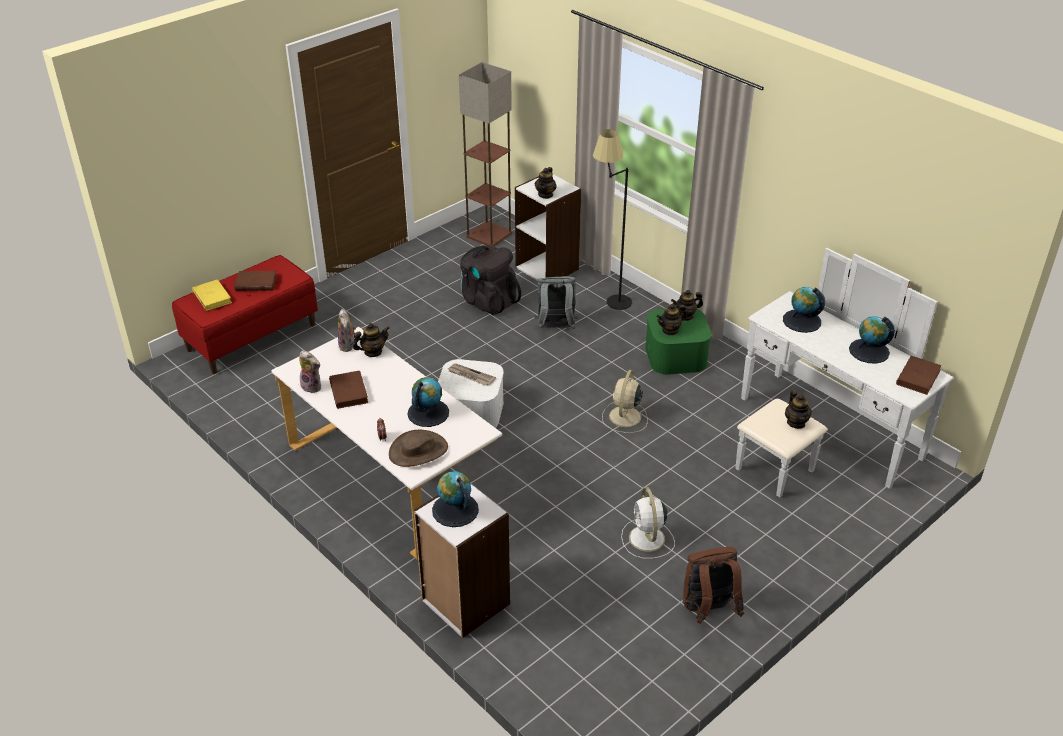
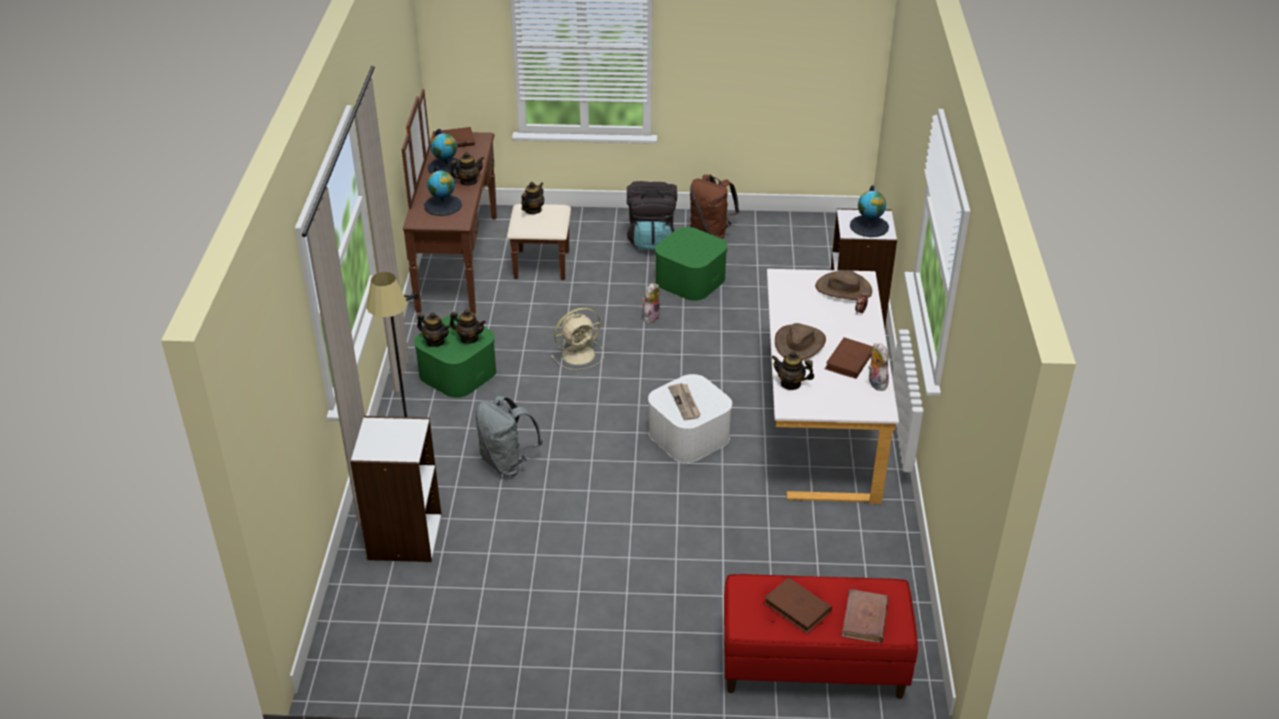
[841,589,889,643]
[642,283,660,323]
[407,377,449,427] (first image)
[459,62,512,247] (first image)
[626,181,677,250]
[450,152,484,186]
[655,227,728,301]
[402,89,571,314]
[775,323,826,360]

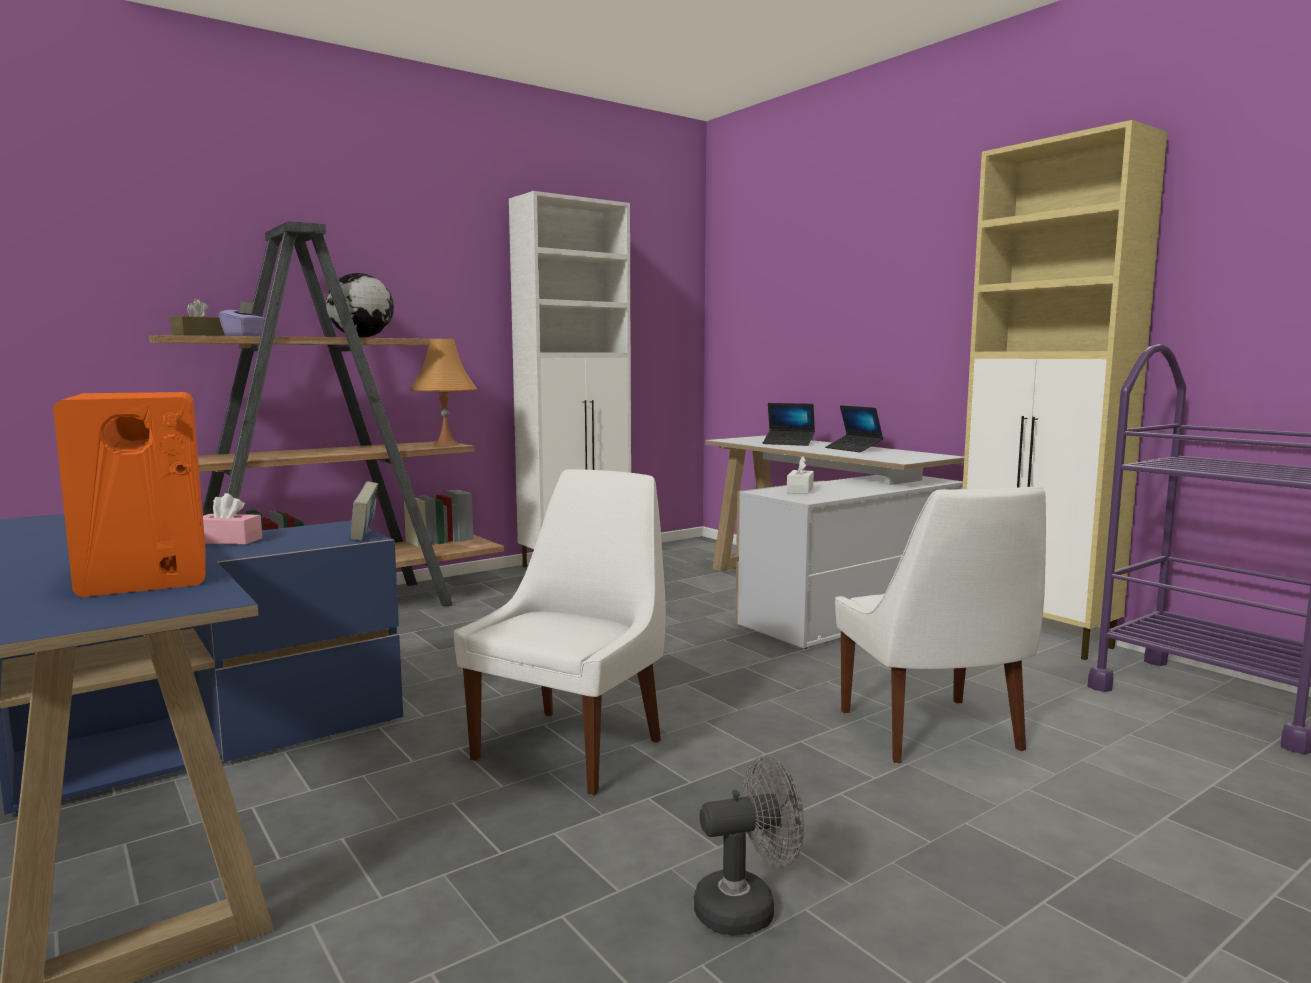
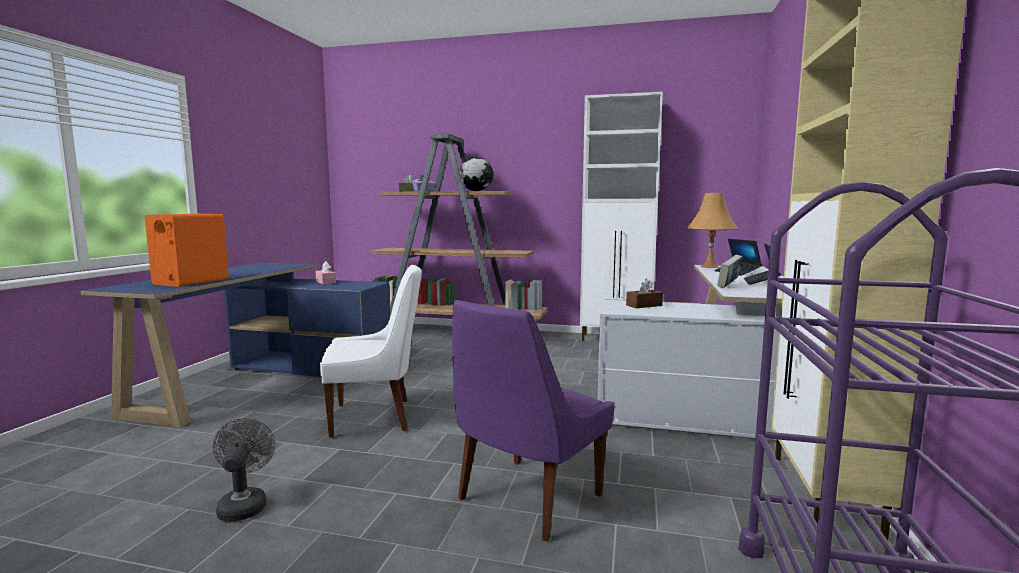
[717,255,743,288]
[687,193,738,268]
[213,418,275,522]
[626,279,663,308]
[452,300,615,542]

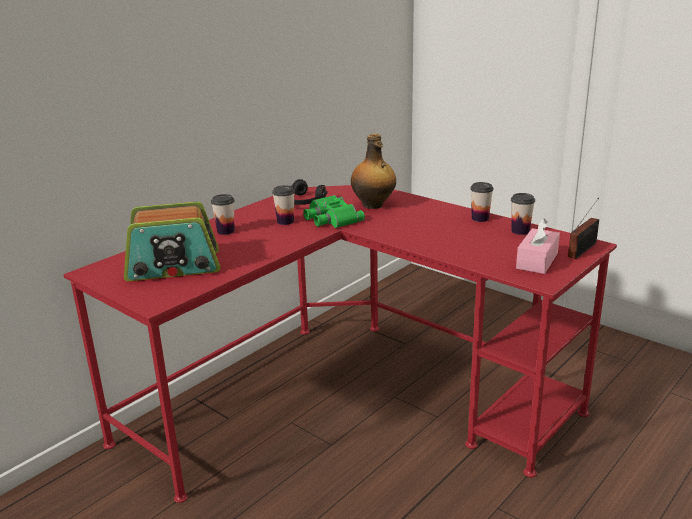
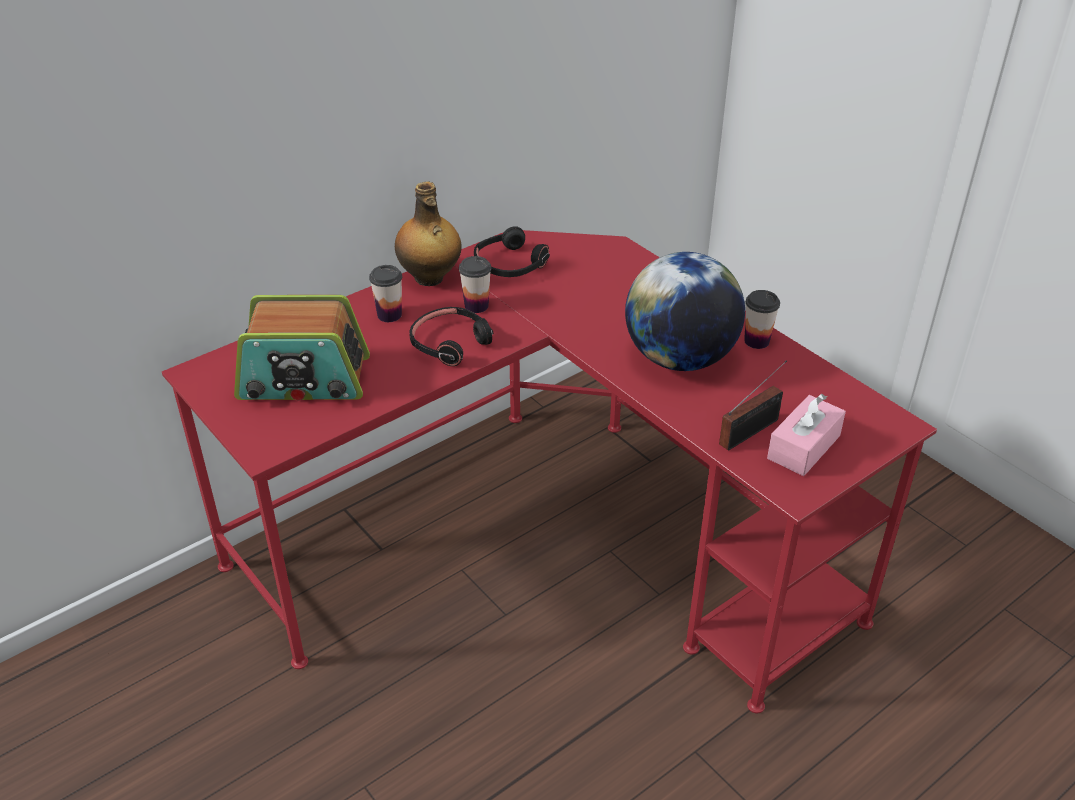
[303,195,365,228] (first image)
[395,182,462,286]
[511,193,535,235] (first image)
[719,360,787,451]
[409,307,493,366]
[625,252,745,371]

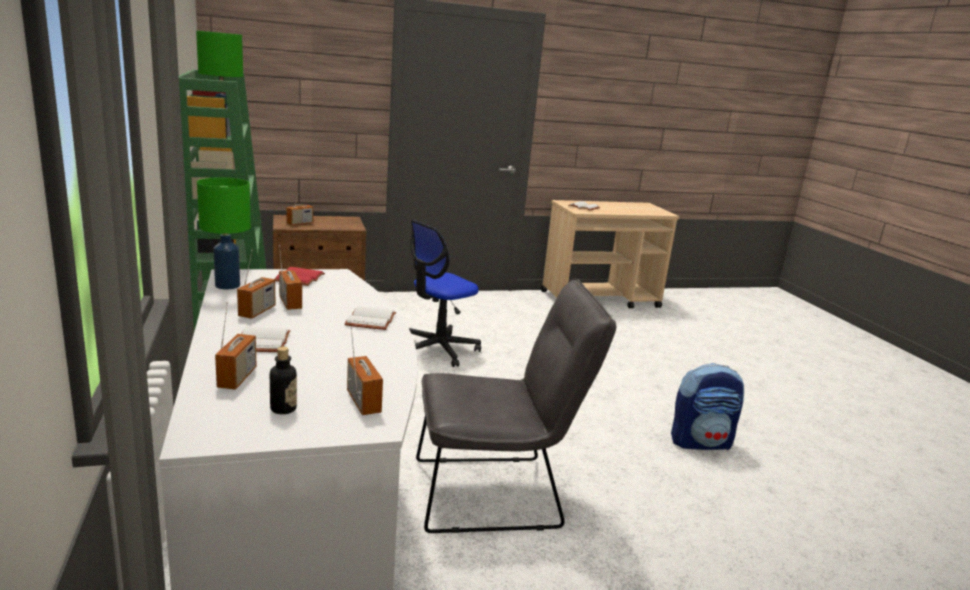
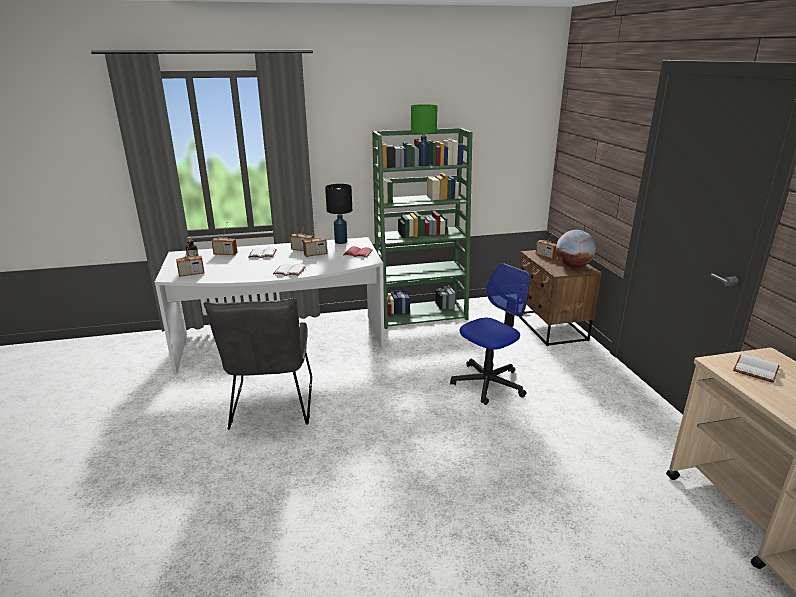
[325,184,352,244]
[450,263,530,405]
[671,363,744,450] (first image)
[556,230,596,268]

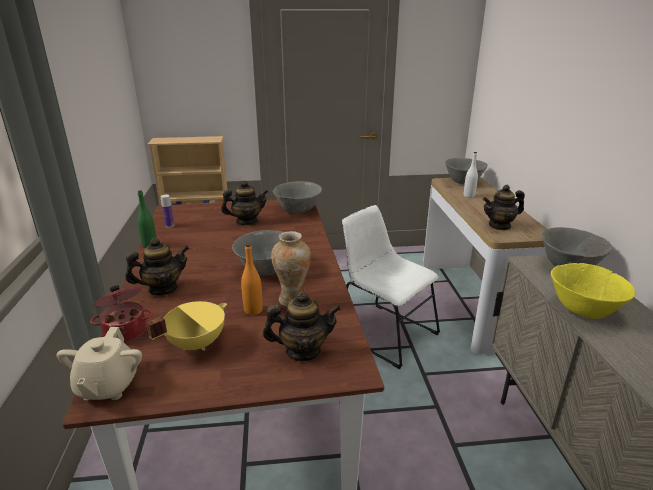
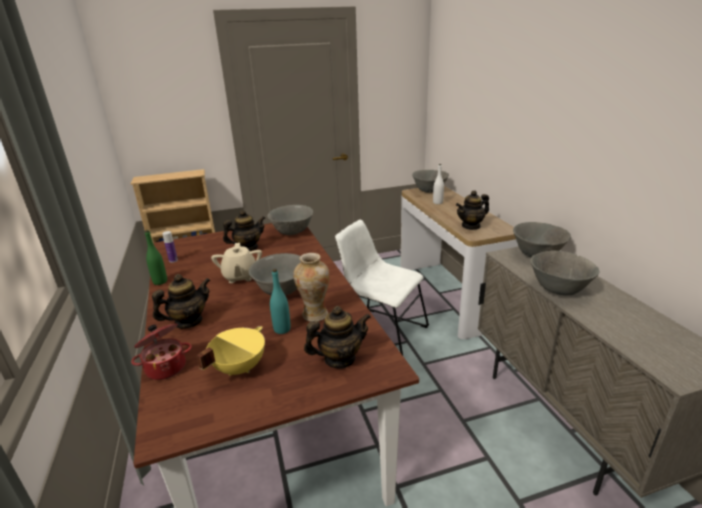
[211,243,262,283]
[270,269,291,334]
[530,250,599,296]

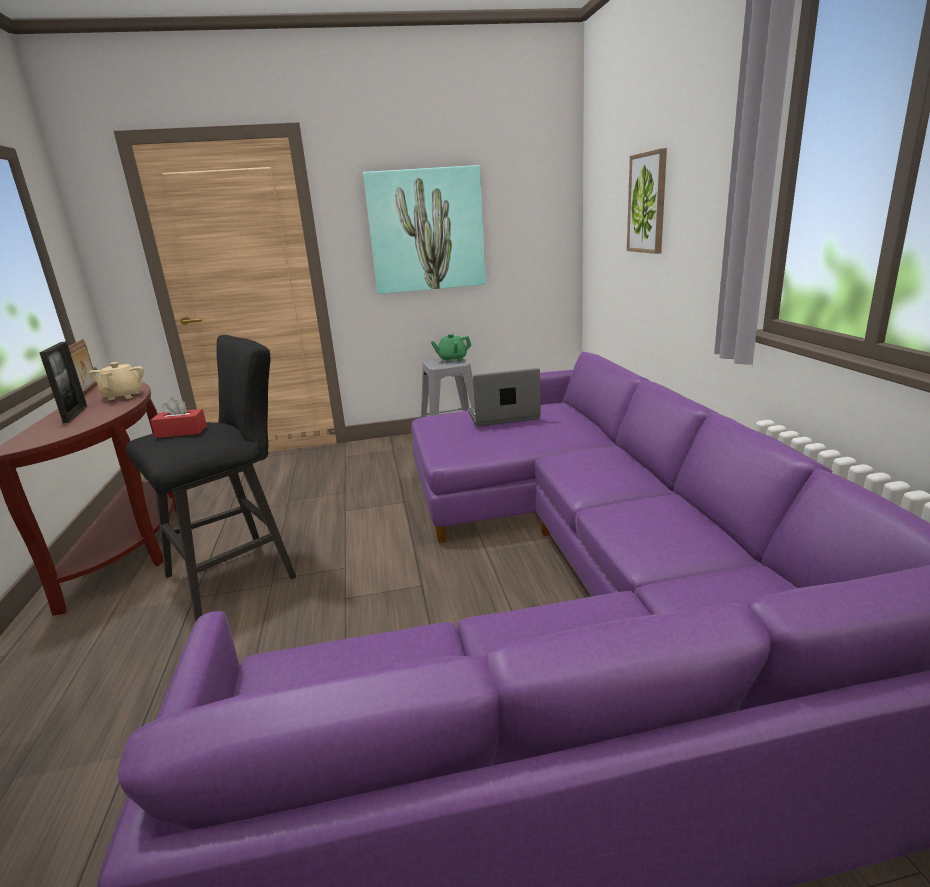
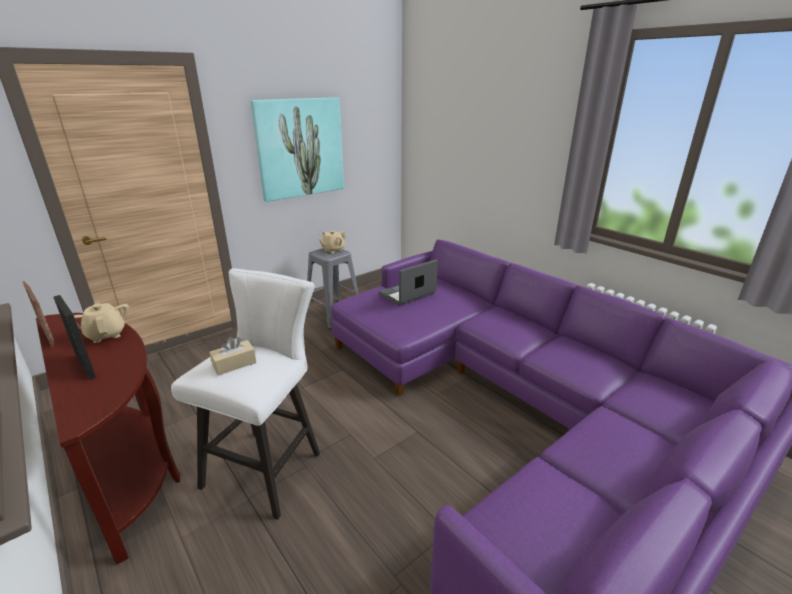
[171,268,320,520]
[209,337,257,375]
[319,231,346,253]
[627,148,667,254] (first image)

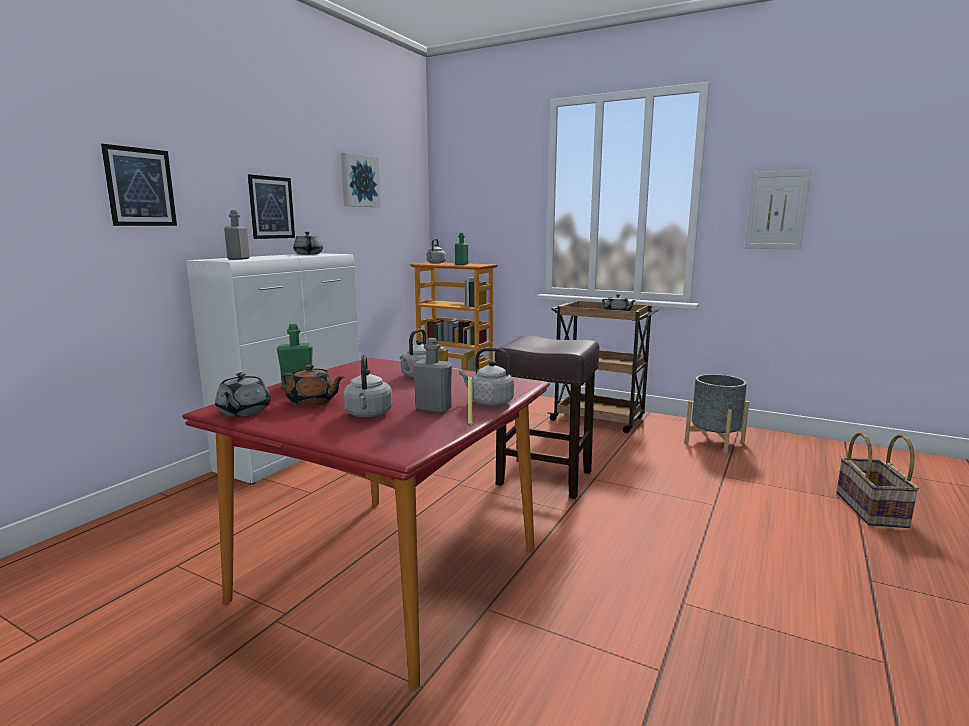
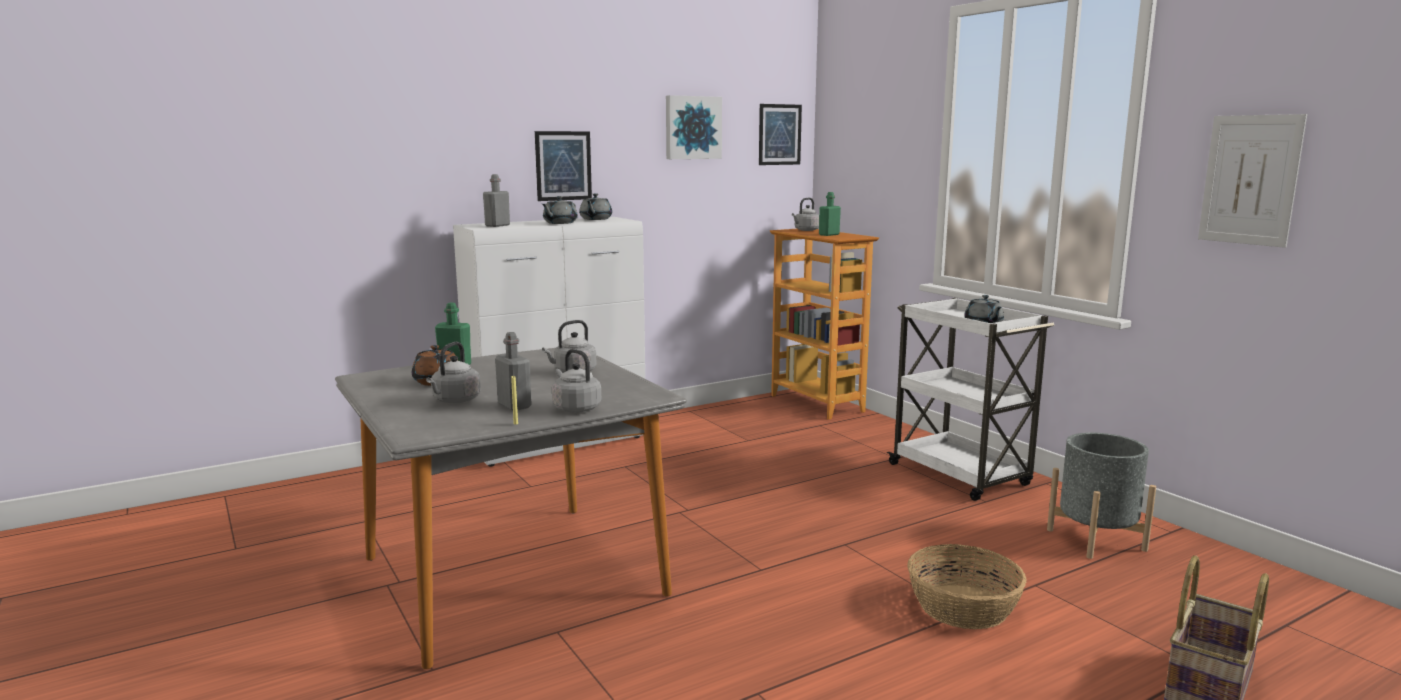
[759,104,802,165]
[335,348,687,669]
[542,196,578,224]
[495,335,599,499] (first image)
[887,298,1054,501]
[907,544,1027,629]

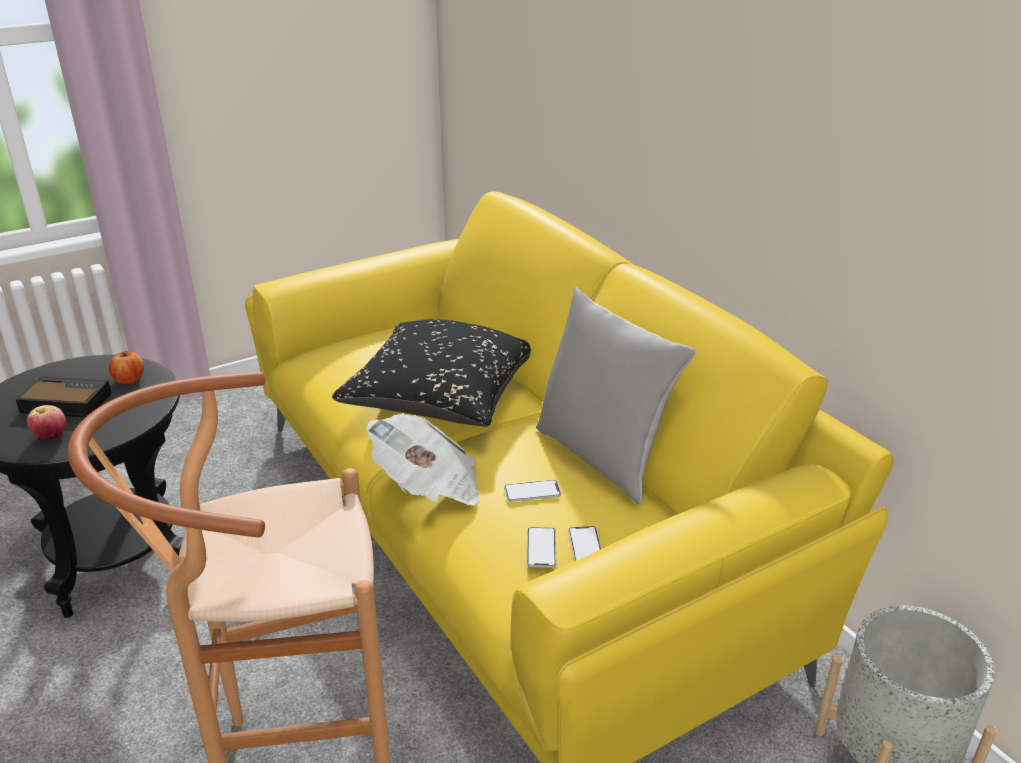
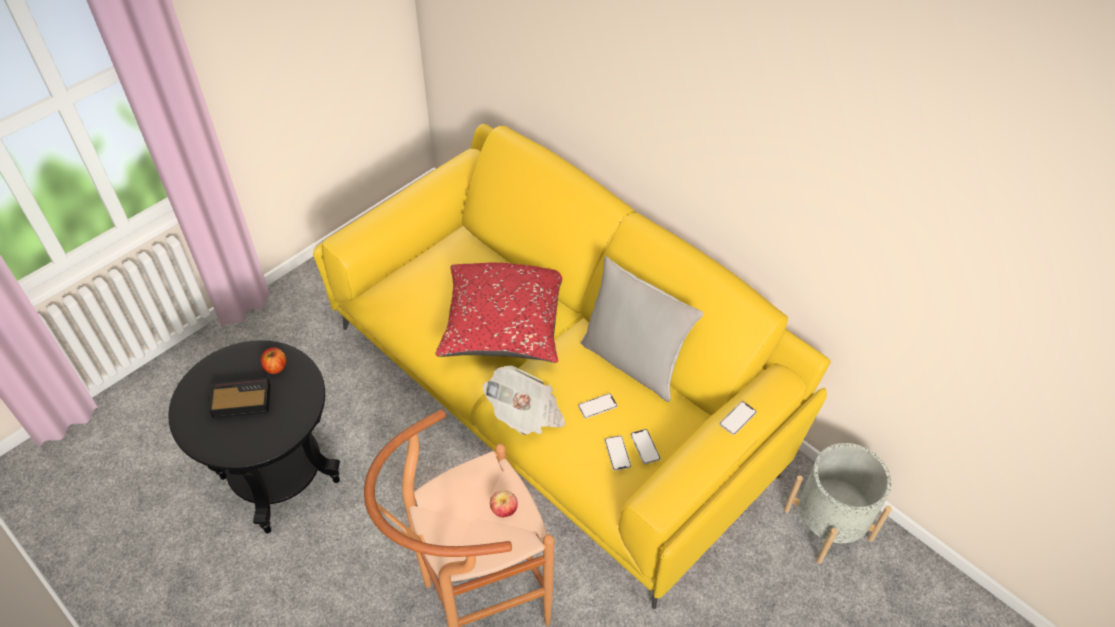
[490,490,518,517]
[435,263,562,363]
[720,401,757,435]

